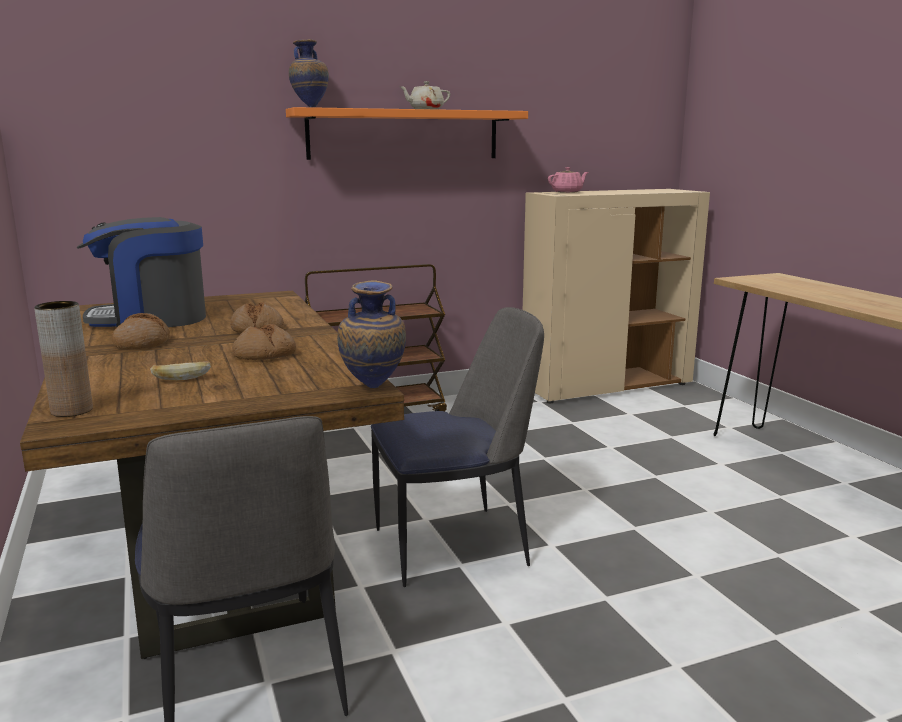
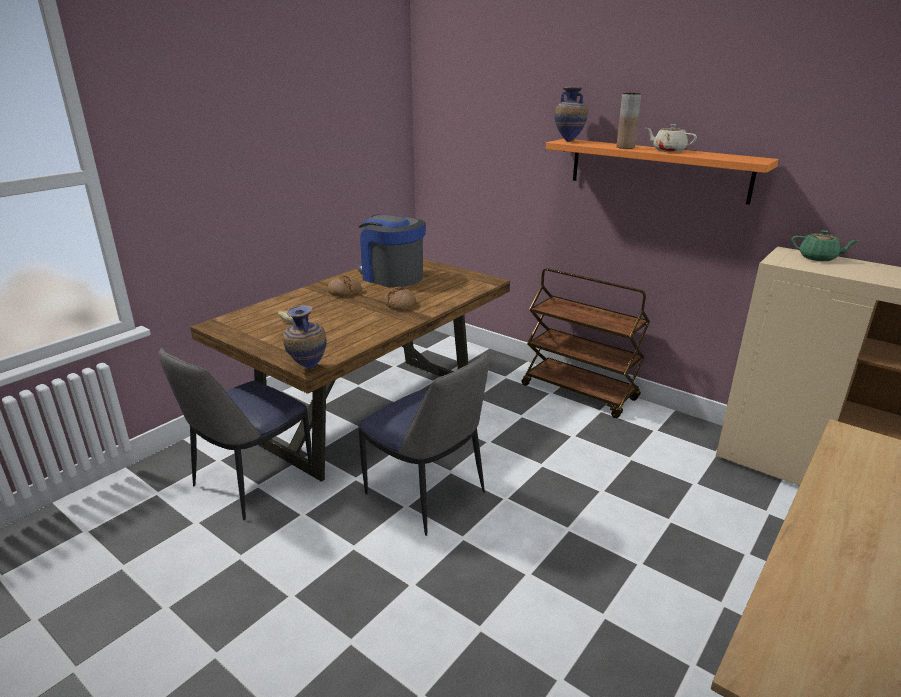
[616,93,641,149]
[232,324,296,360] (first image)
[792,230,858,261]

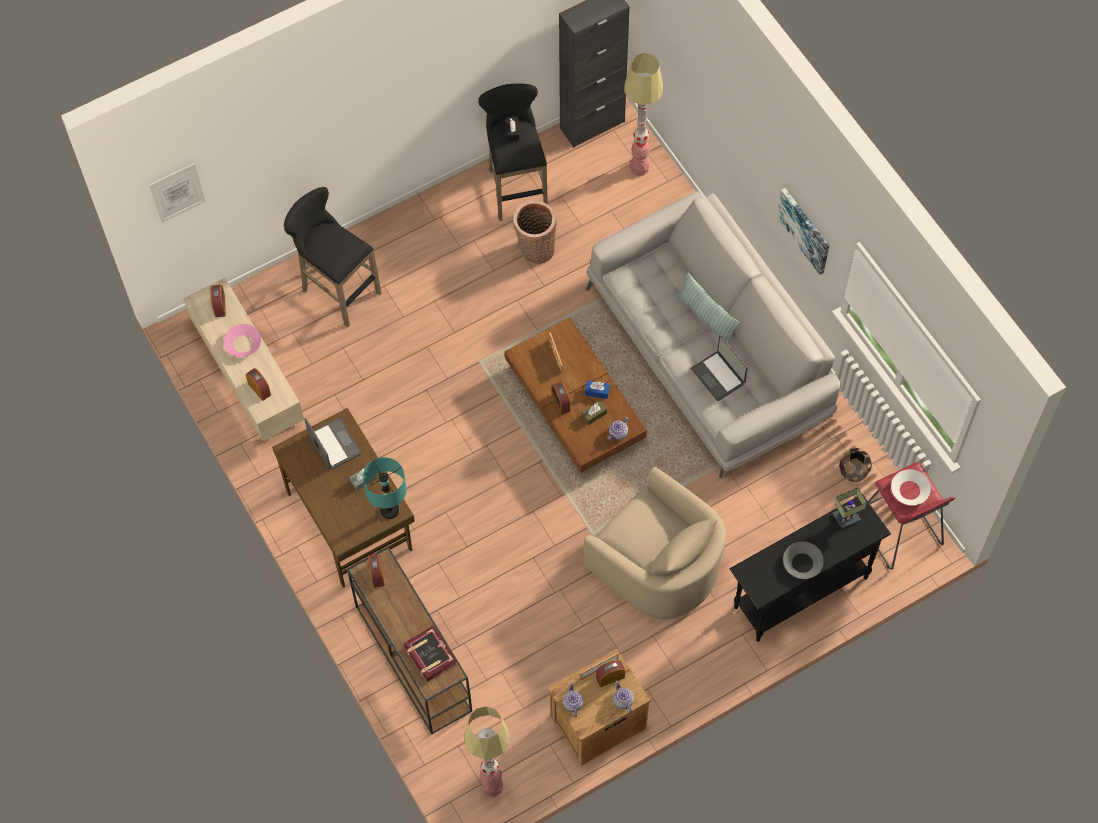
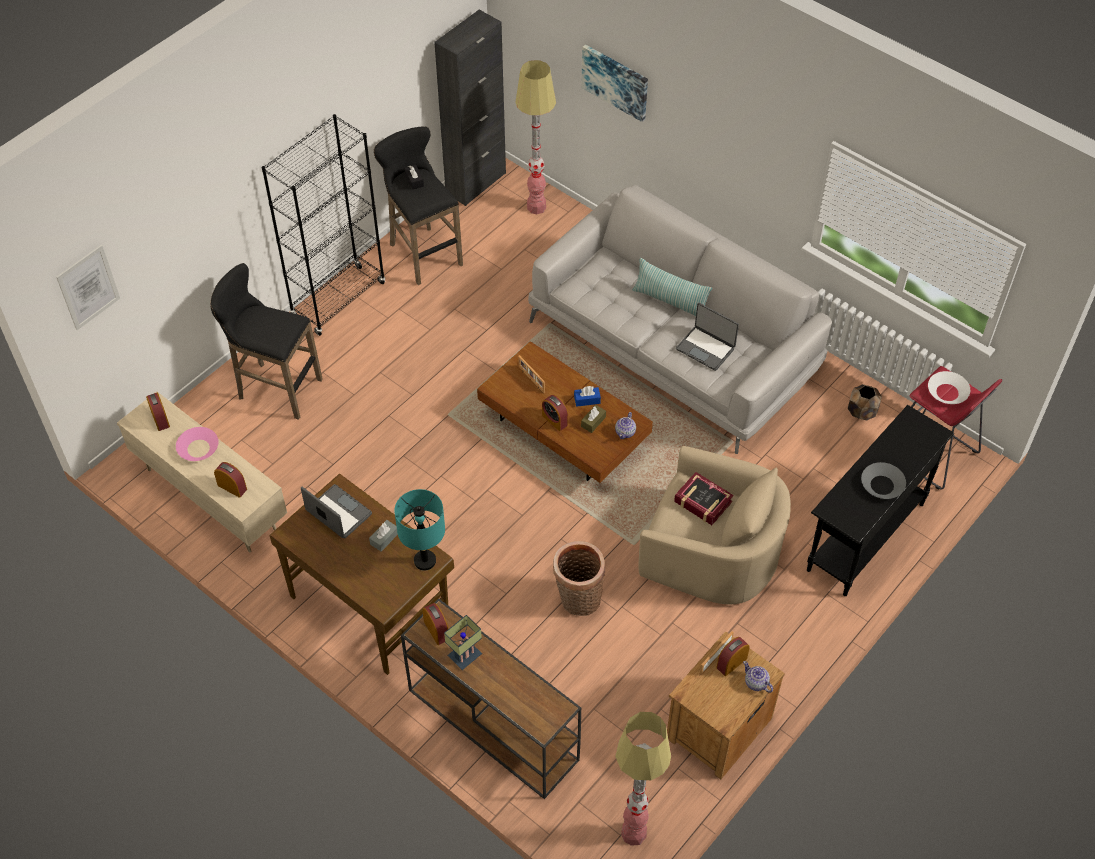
[674,472,733,525]
[553,541,605,616]
[563,683,584,718] (first image)
[581,44,648,122]
[444,615,482,670]
[262,114,385,336]

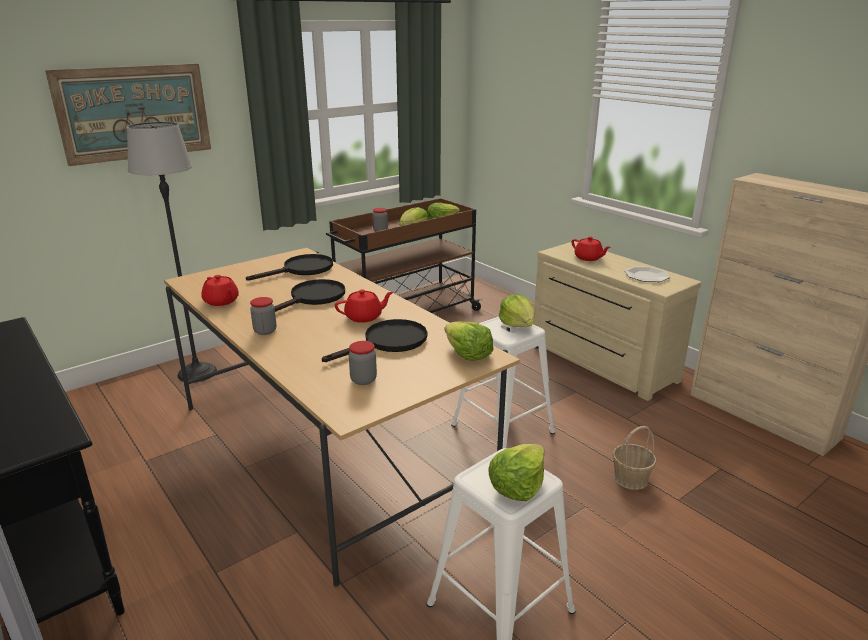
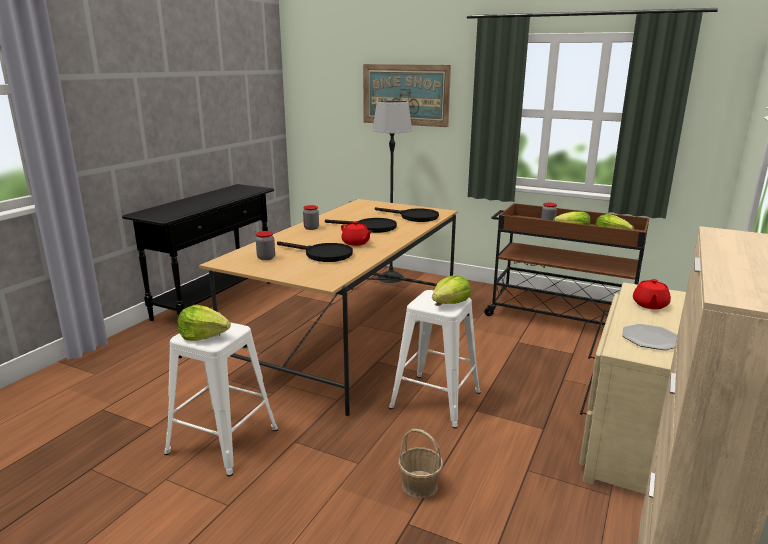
[201,275,239,306] (first image)
[445,321,494,361] (first image)

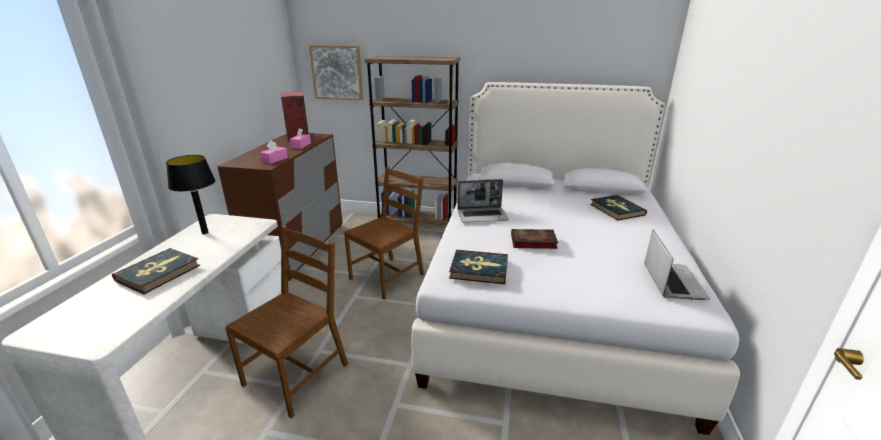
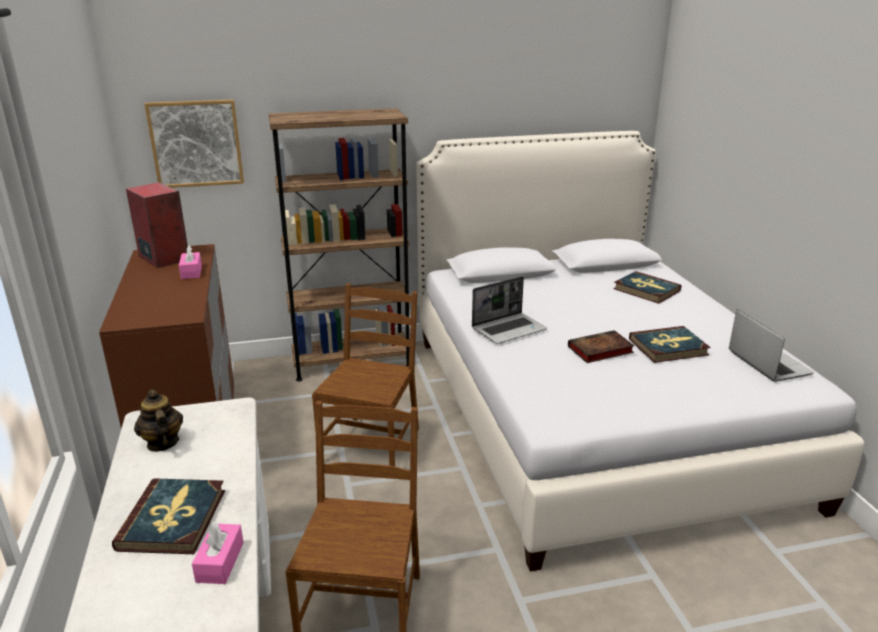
[134,390,183,452]
[192,521,244,584]
[629,326,711,363]

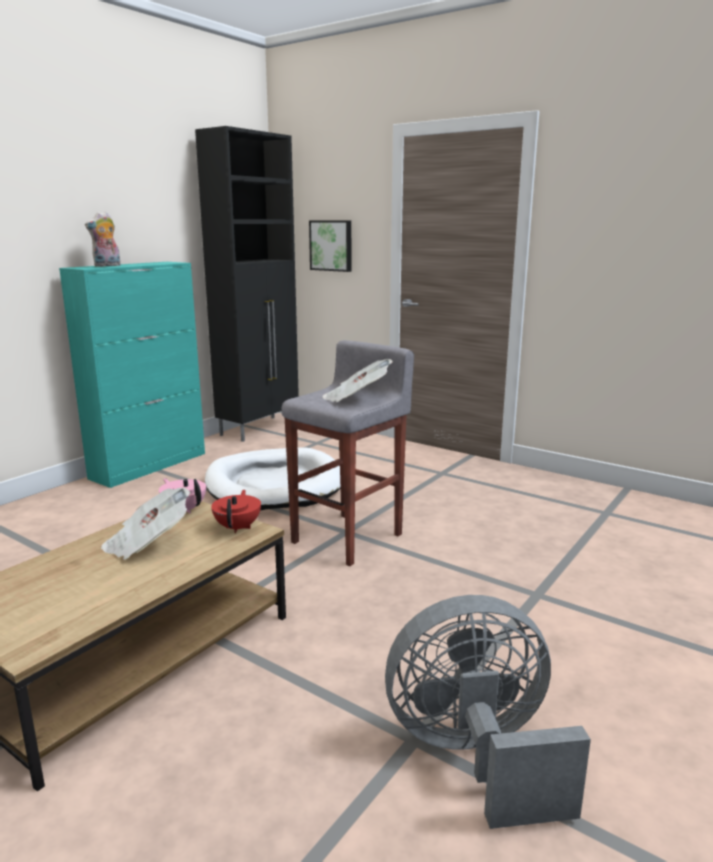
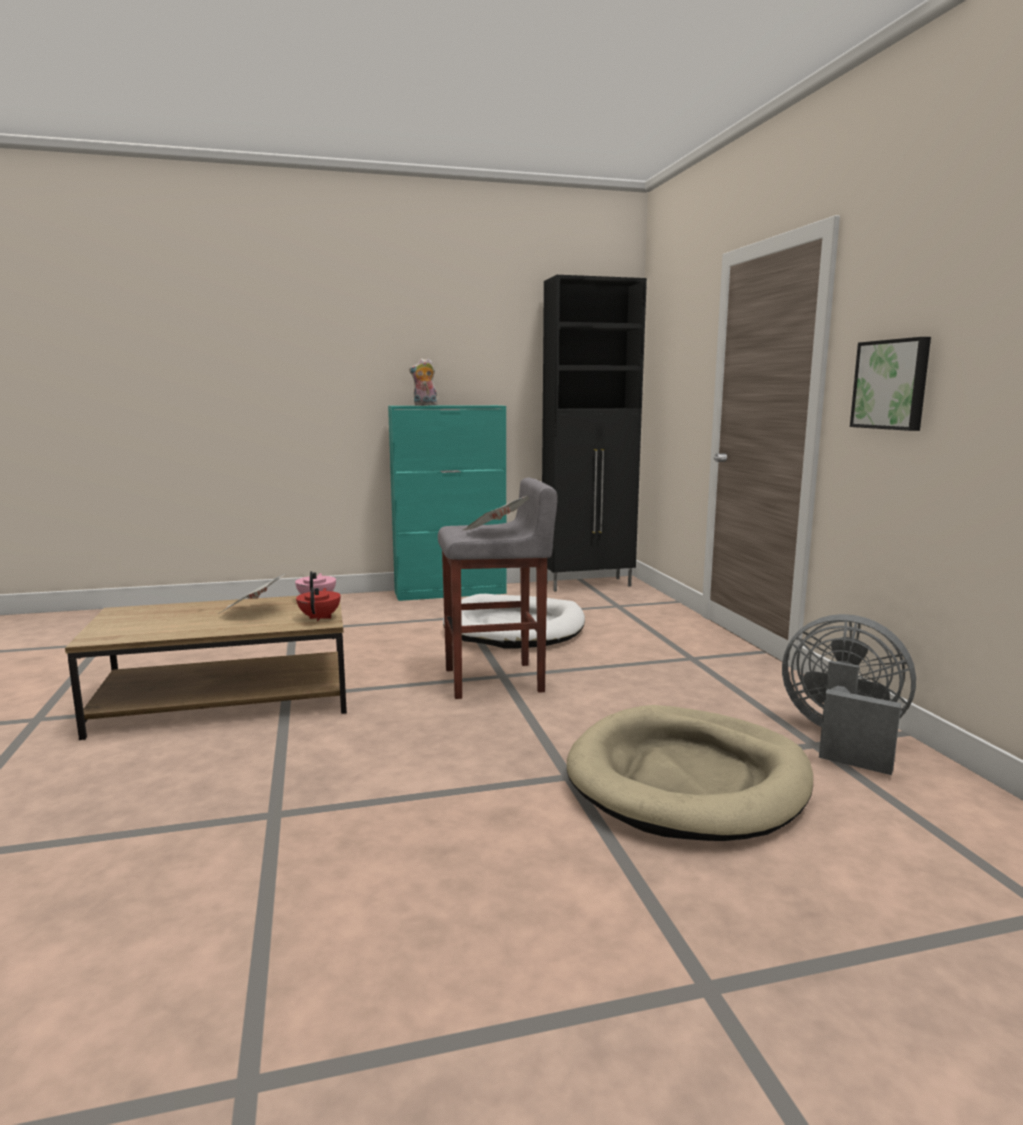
[296,587,341,621]
[850,337,931,431]
[782,614,916,775]
[567,705,813,841]

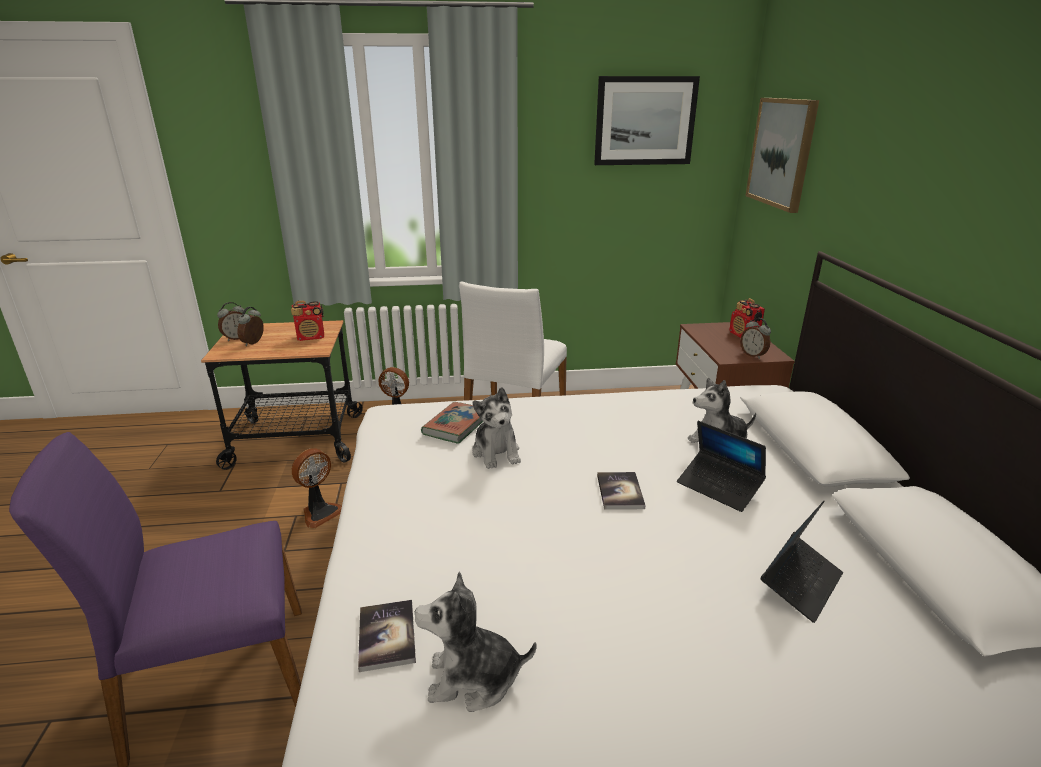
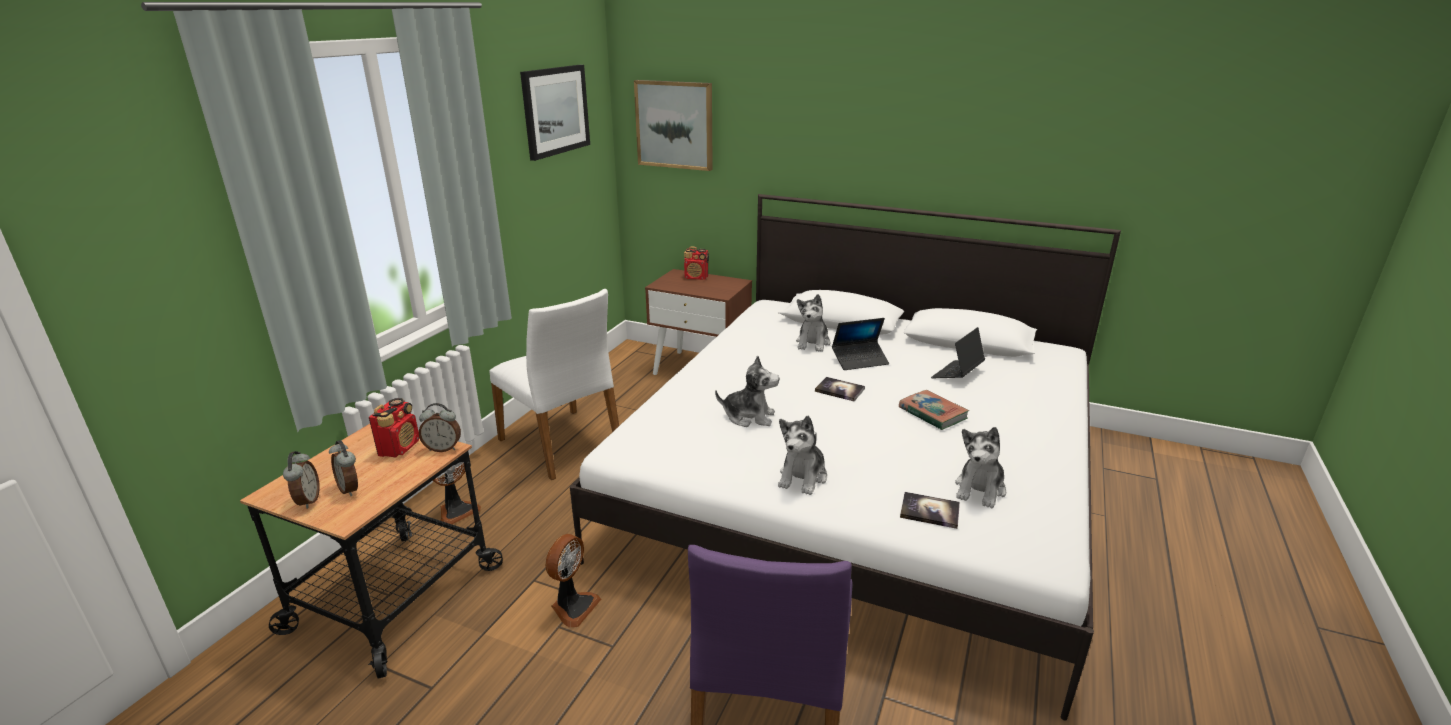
[545,534,601,628]
[899,390,969,430]
[419,403,461,452]
[931,327,985,378]
[778,416,827,495]

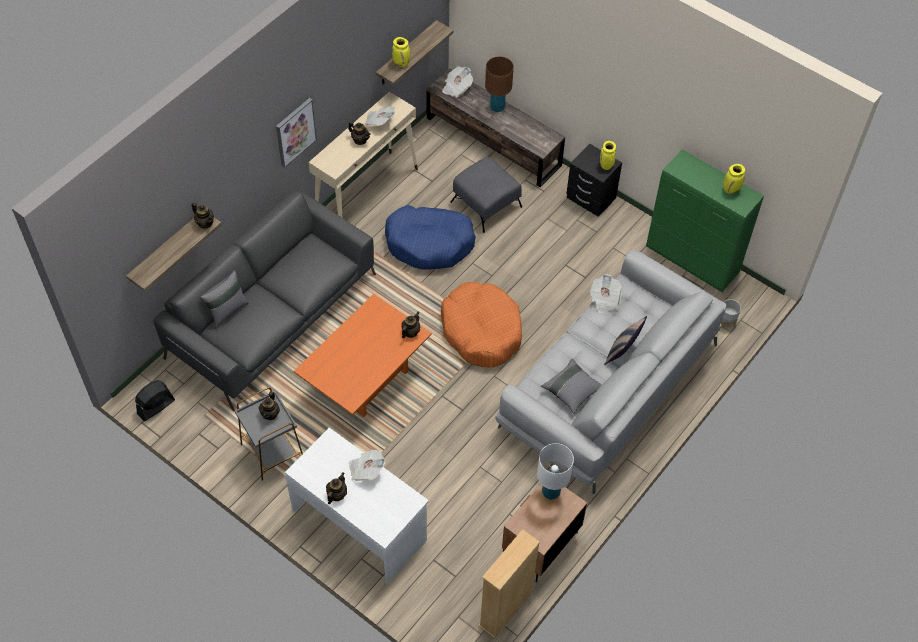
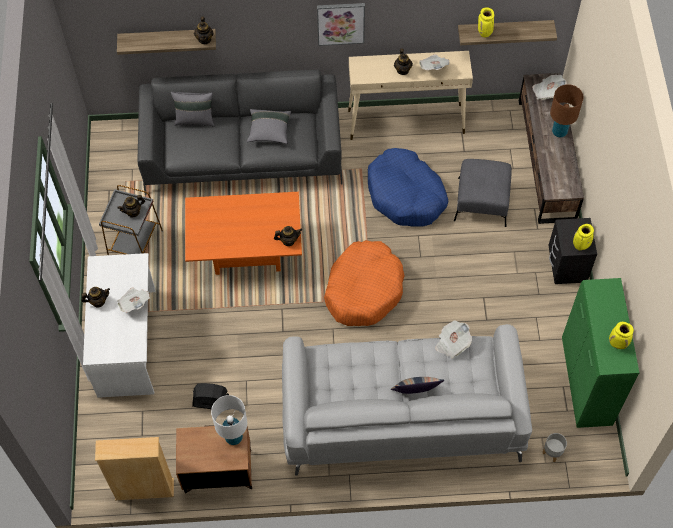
[192,383,230,410]
[247,109,291,144]

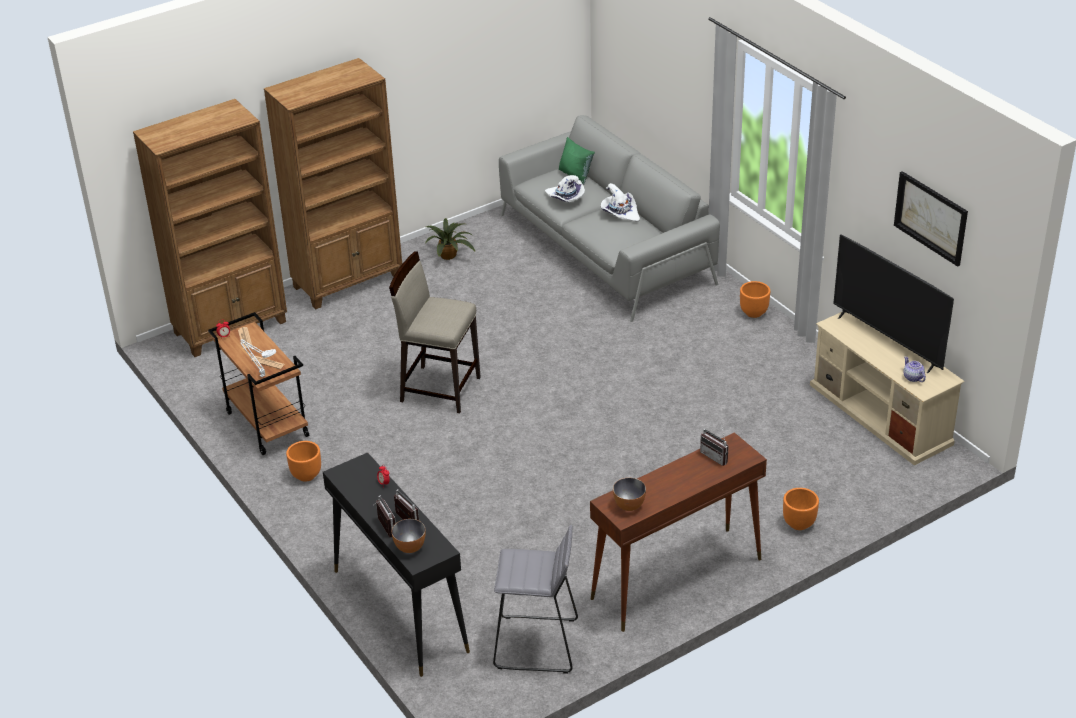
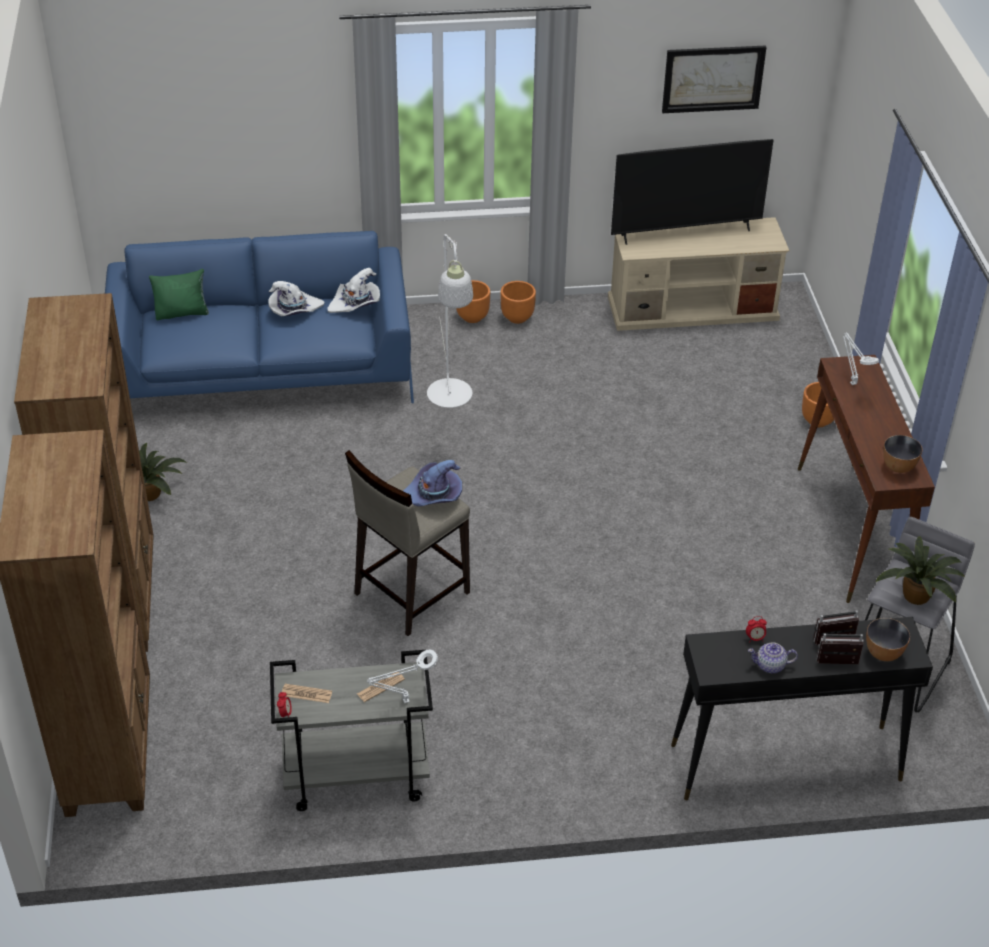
[270,650,433,811]
[501,281,536,324]
[105,231,414,403]
[327,268,380,313]
[843,332,879,385]
[748,642,798,673]
[403,460,462,506]
[427,234,473,408]
[875,536,966,605]

